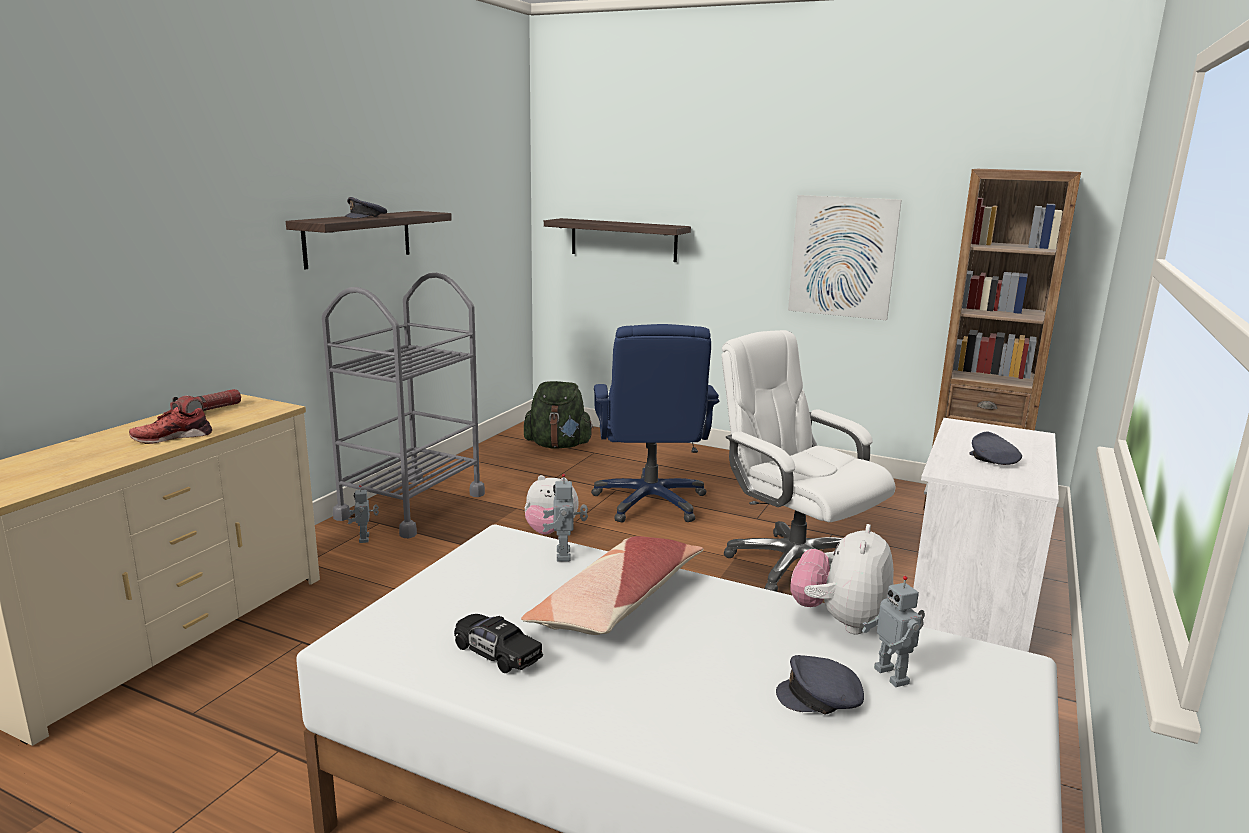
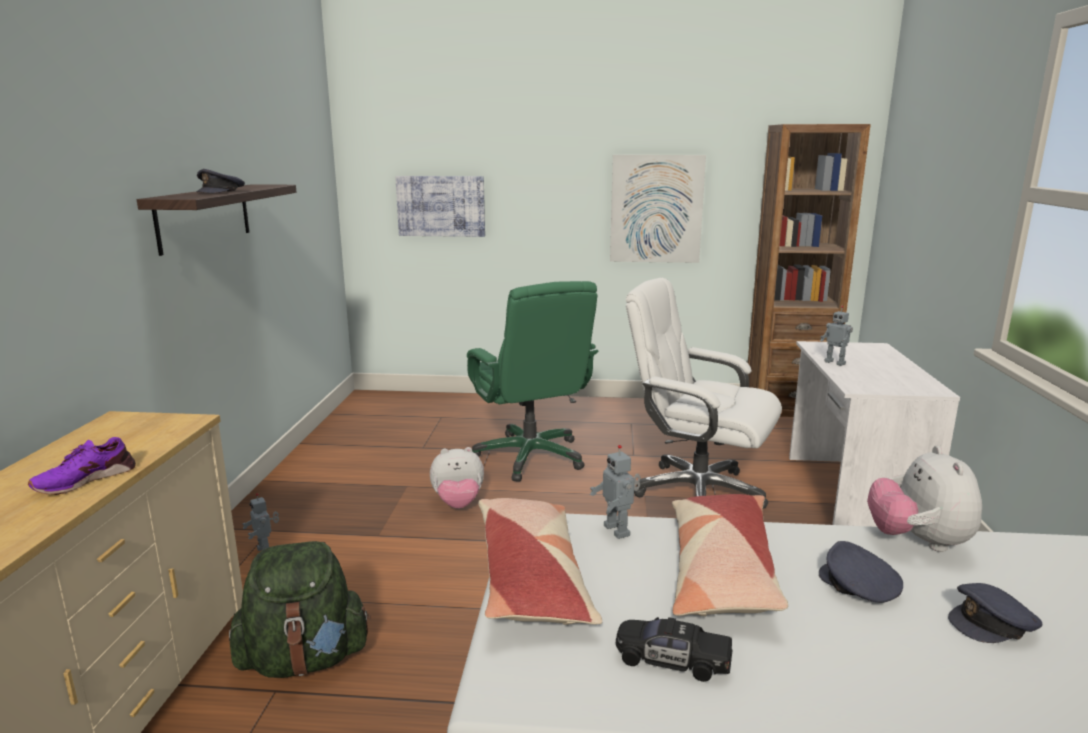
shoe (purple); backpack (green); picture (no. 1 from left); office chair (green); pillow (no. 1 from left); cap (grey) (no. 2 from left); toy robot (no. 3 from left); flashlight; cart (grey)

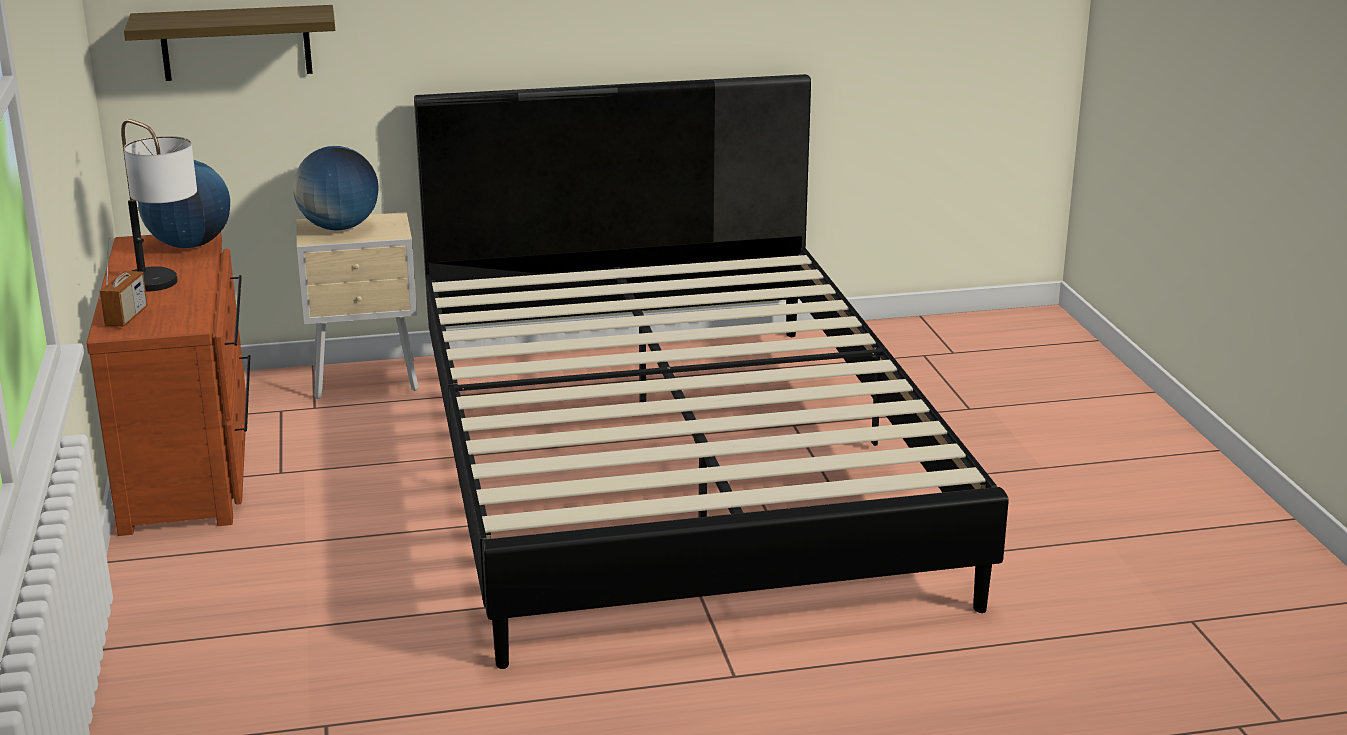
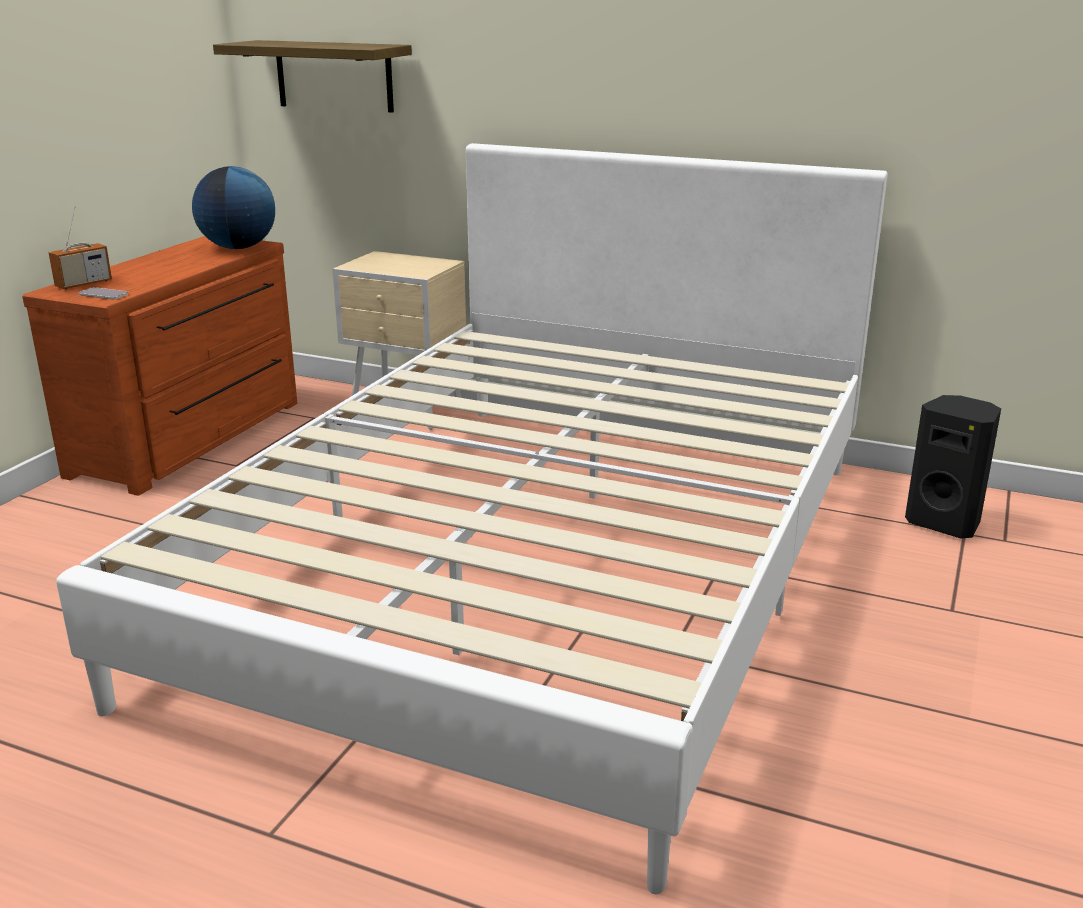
bed (white); phone; speaker (black); table lamp; globe (no. 2 from left in the first image)

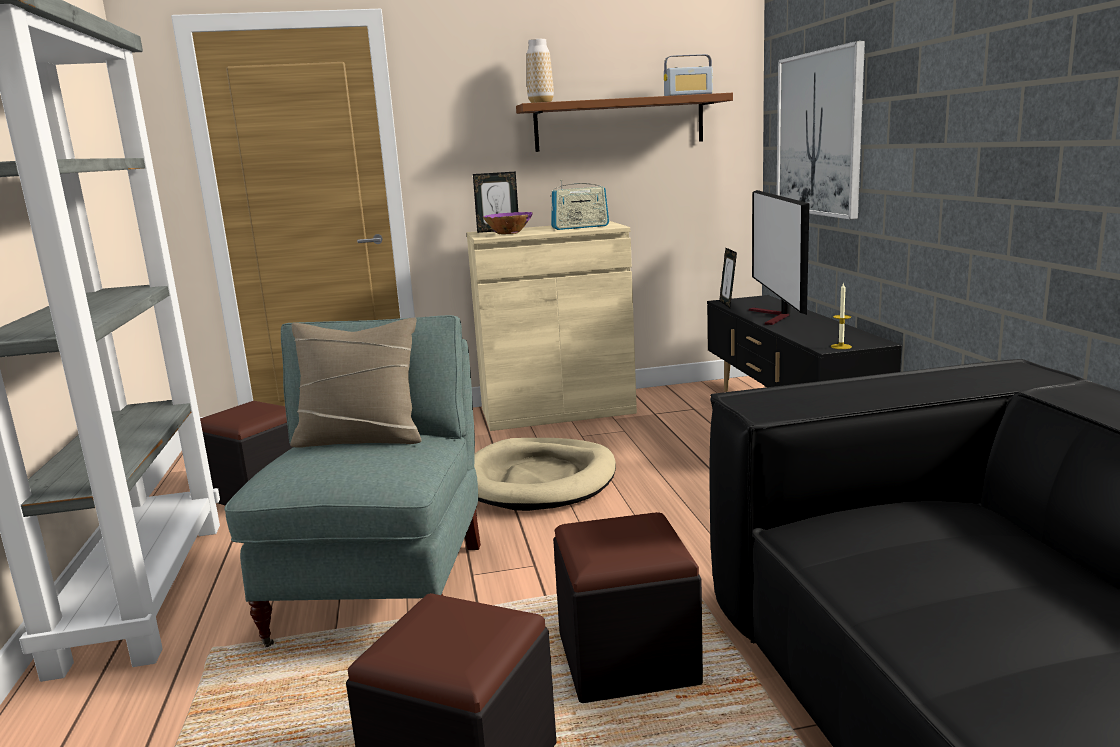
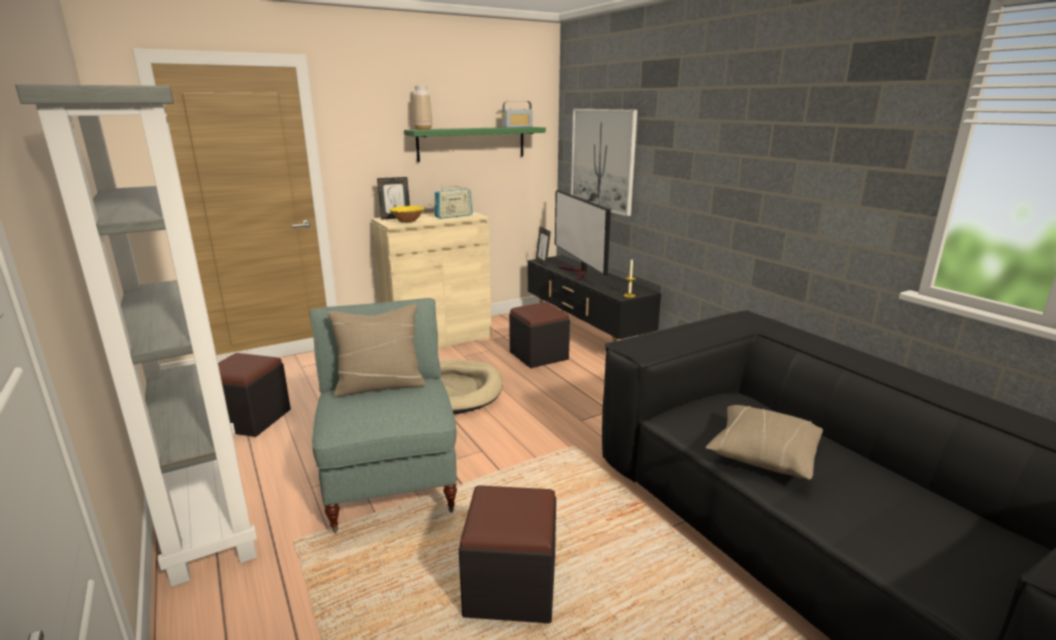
bowl (yellow); shelf (green); ottoman (black) (no. 3 from left); pillow (beige) (no. 2 from left)

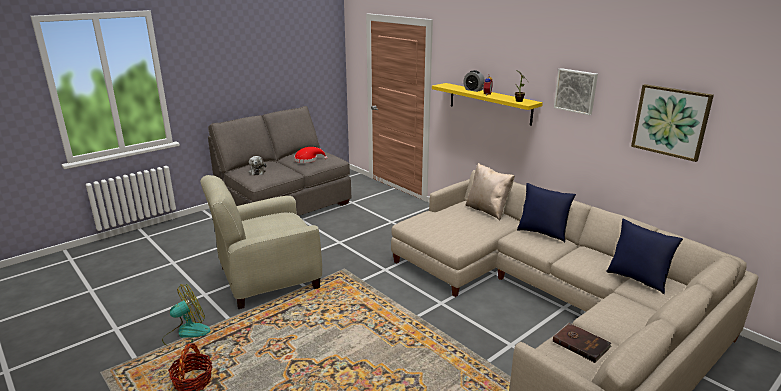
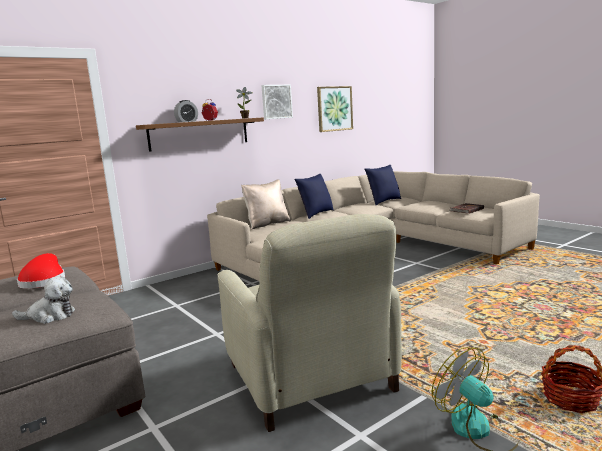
shelf (brown)

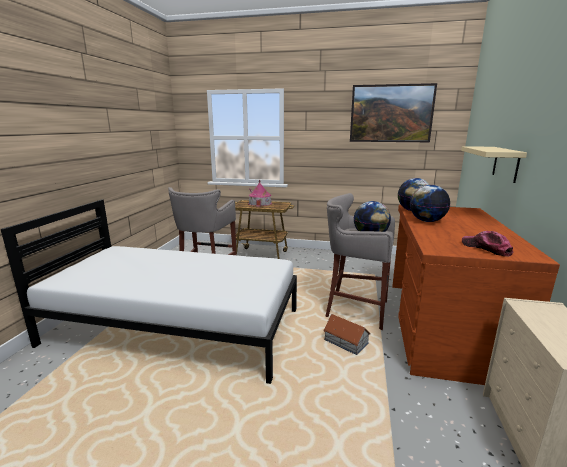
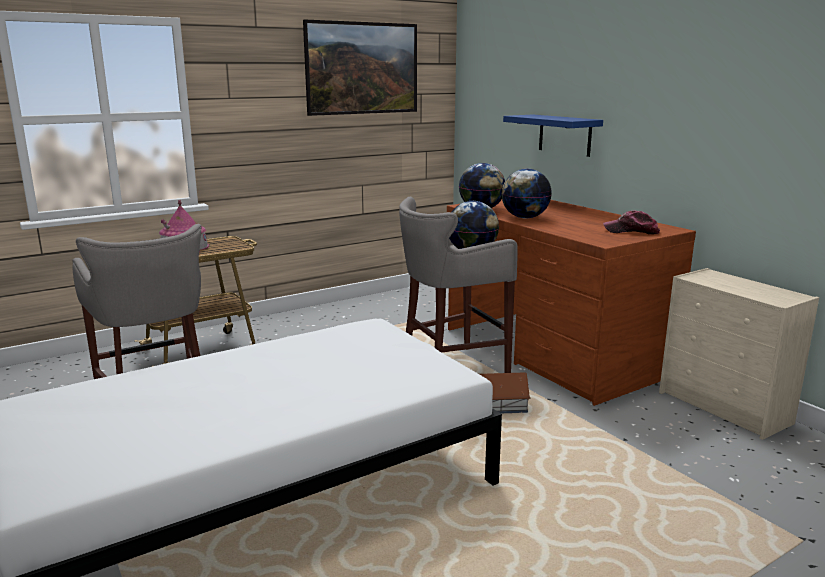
shelf (blue)

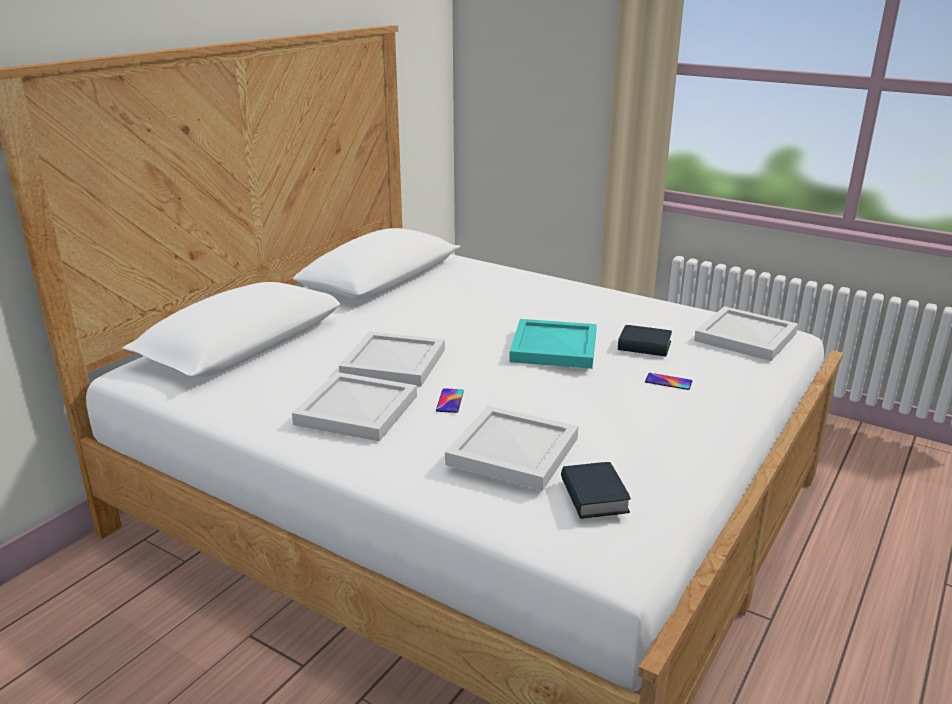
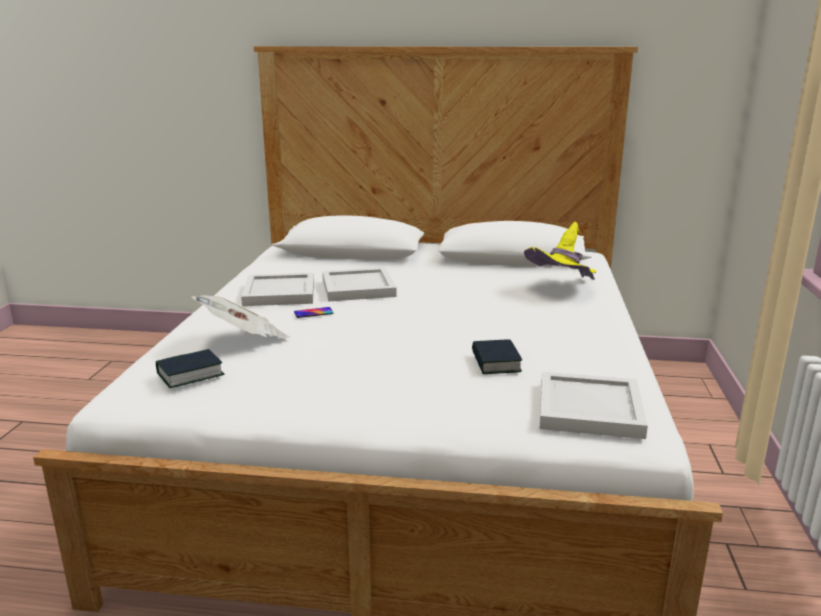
newspaper; hat (yellow); tray (turquoise); phone (no. 2 from left in the first image)

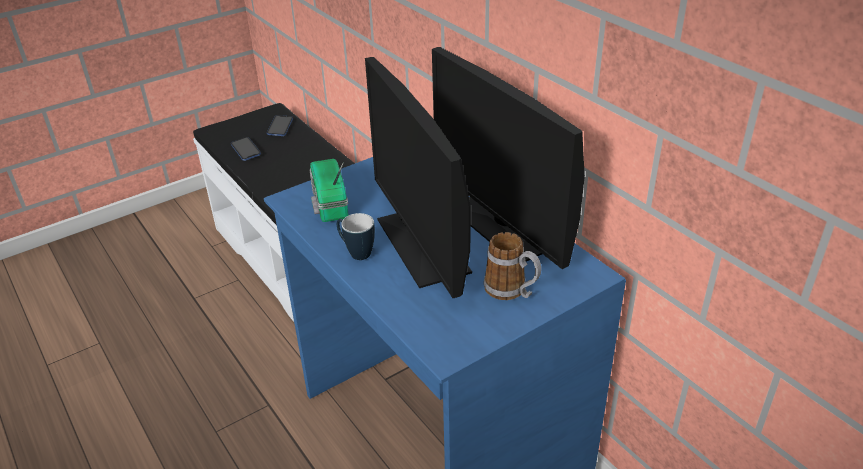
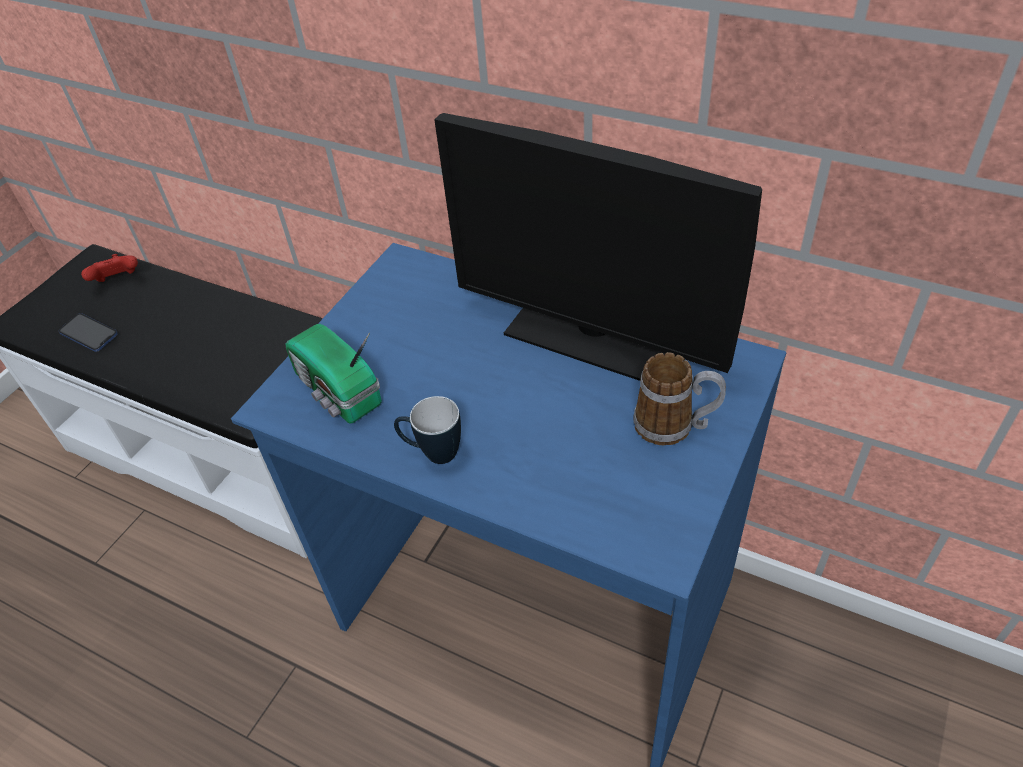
game controller (red); monitor (no. 1 from left in the first image)

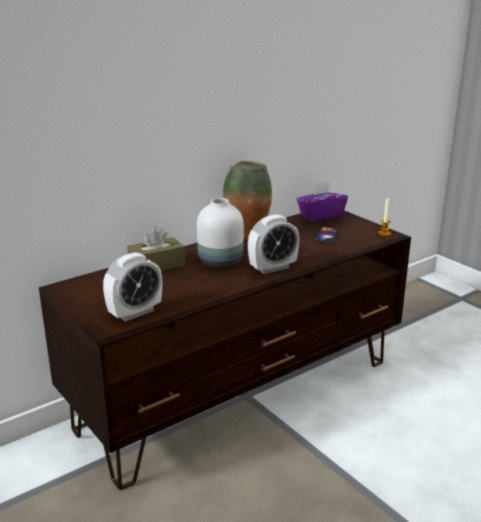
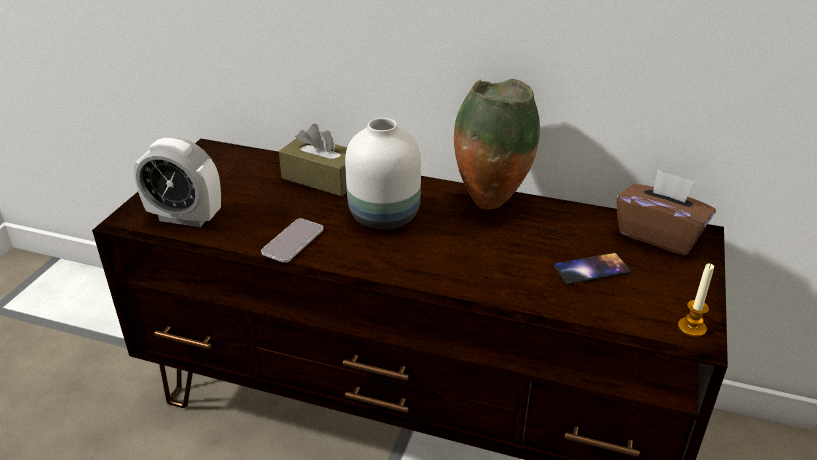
phone (no. 1 from left); tissue box (brown) (no. 2 from left); alarm clock (no. 2 from left in the first image)

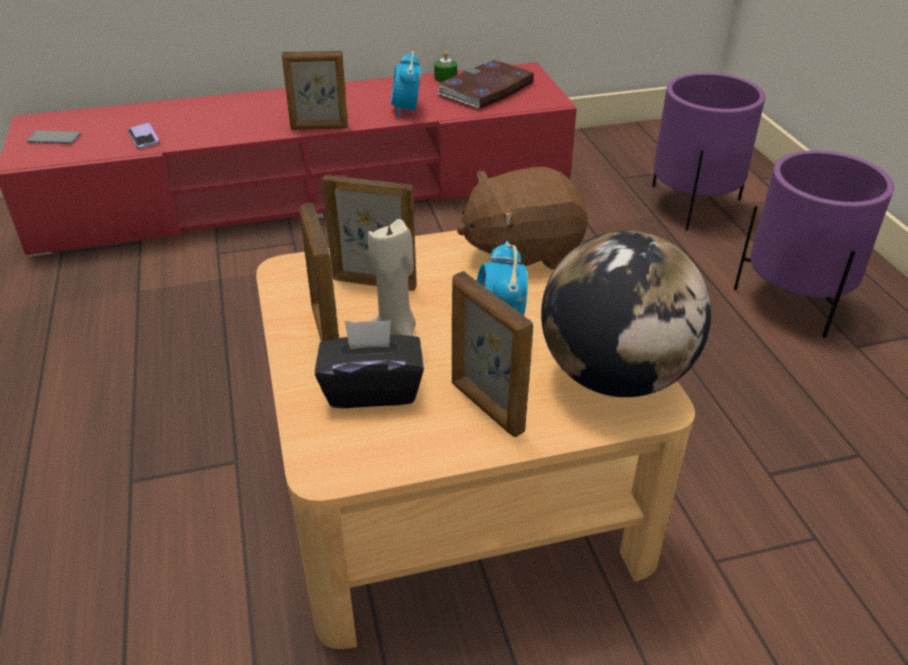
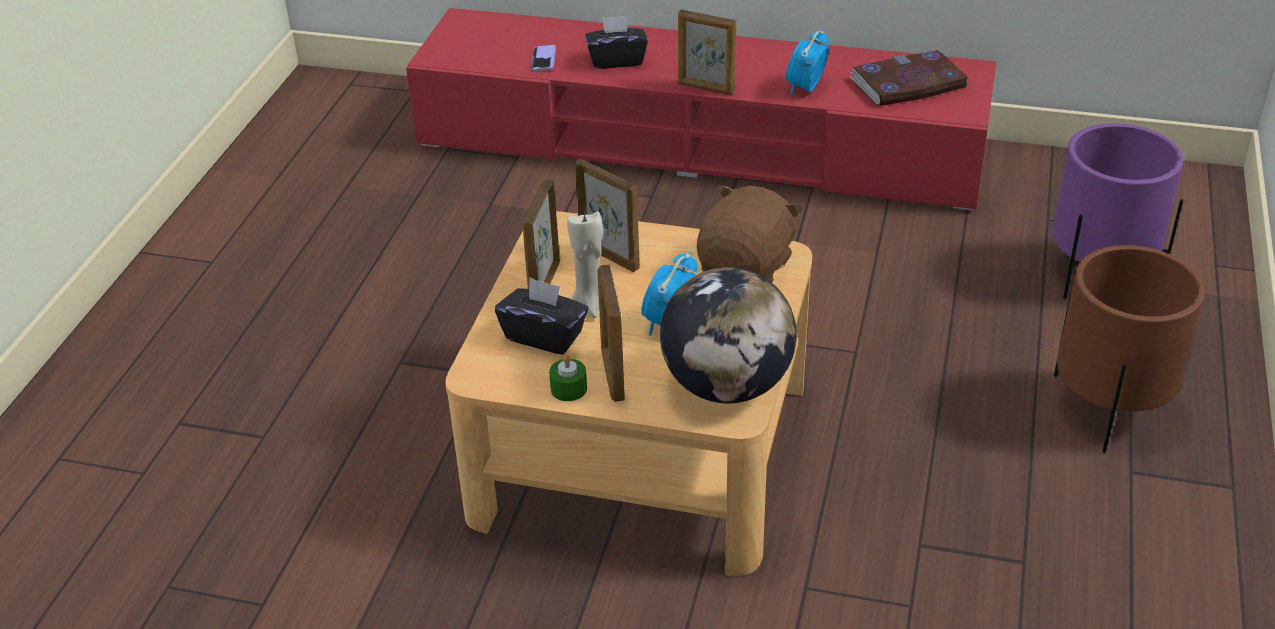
candle (green); tissue box (black) (no. 2 from left); plush toy (brown); planter (brown); phone (no. 1 from left in the first image)

